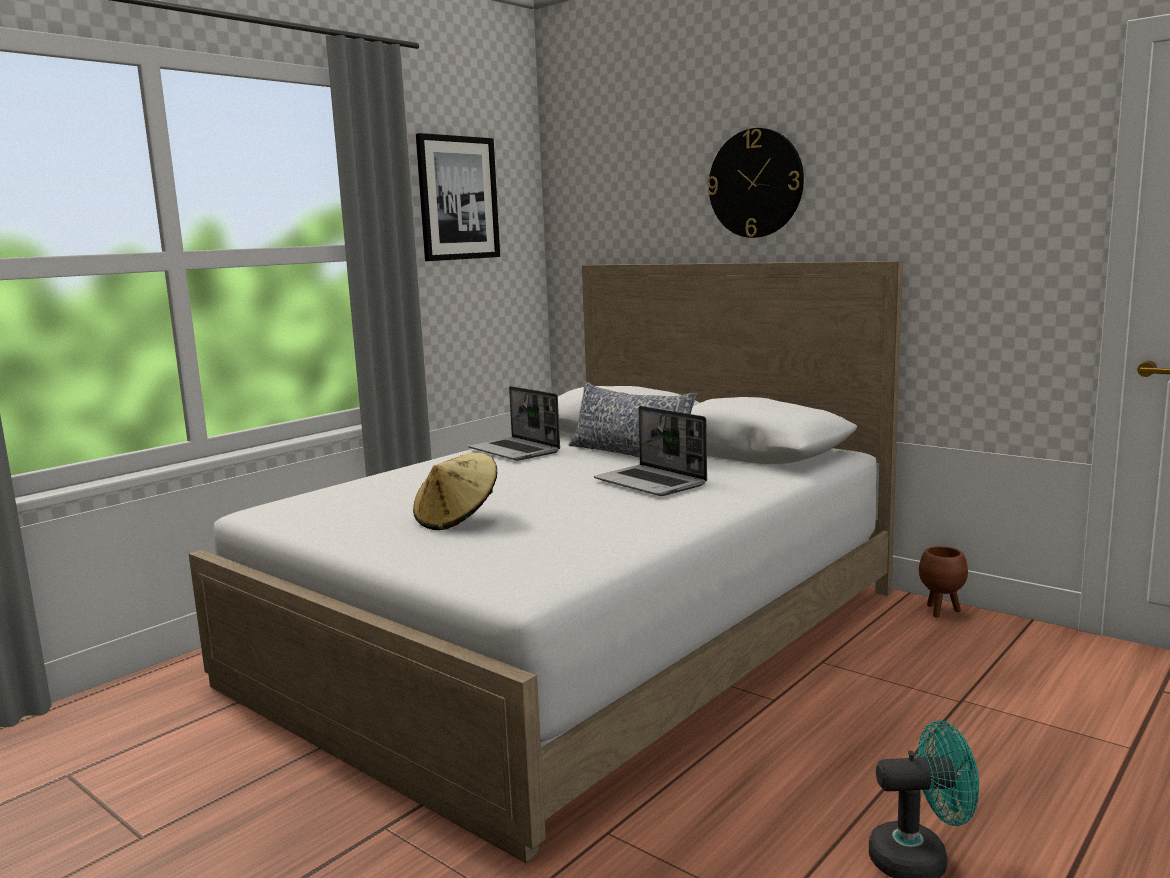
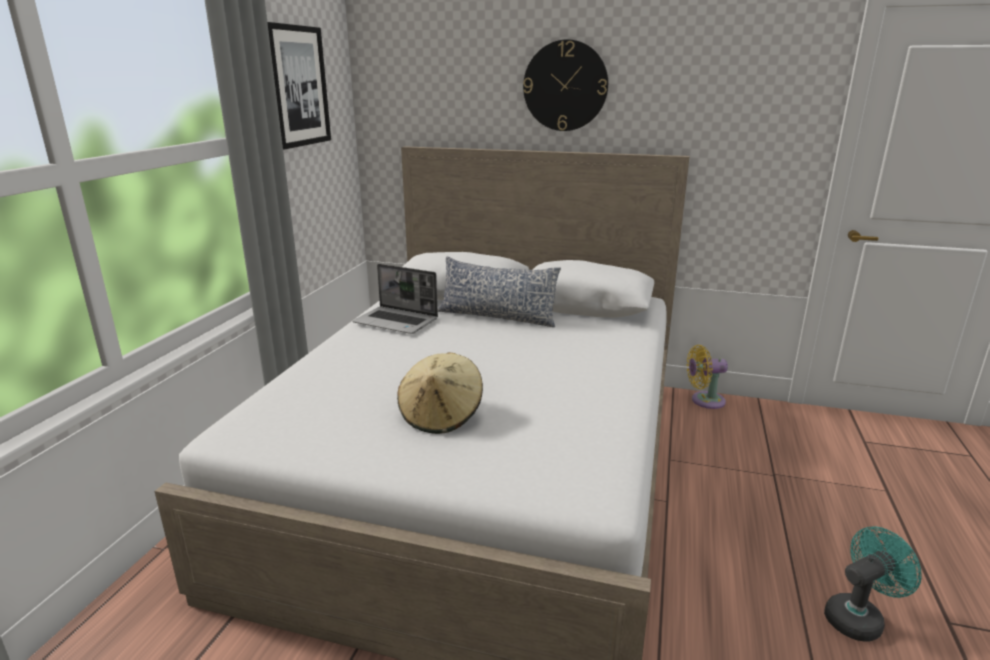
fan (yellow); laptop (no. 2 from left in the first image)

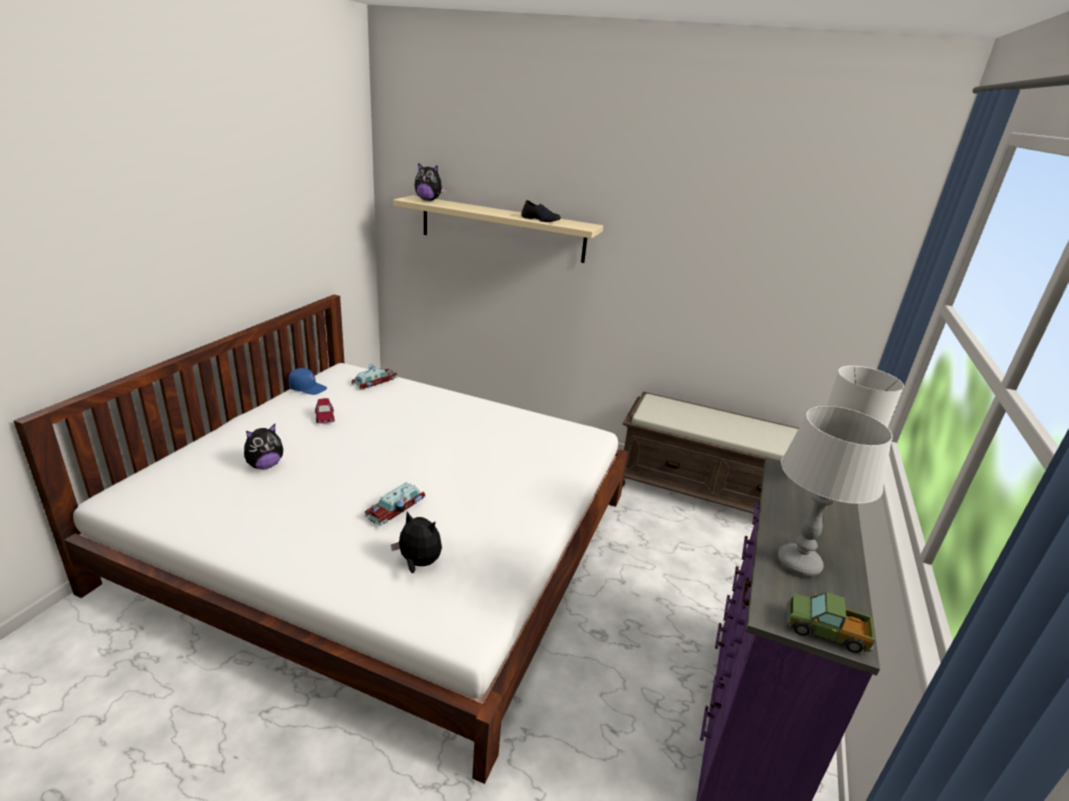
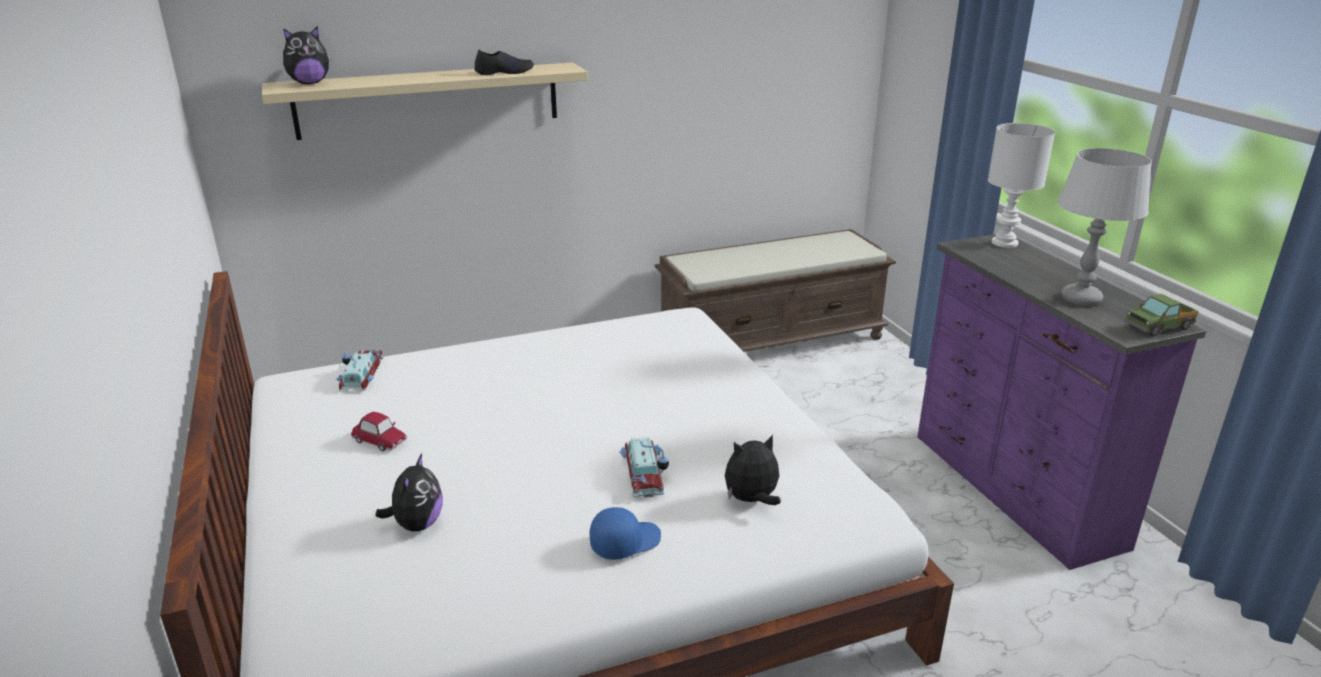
cap (blue)

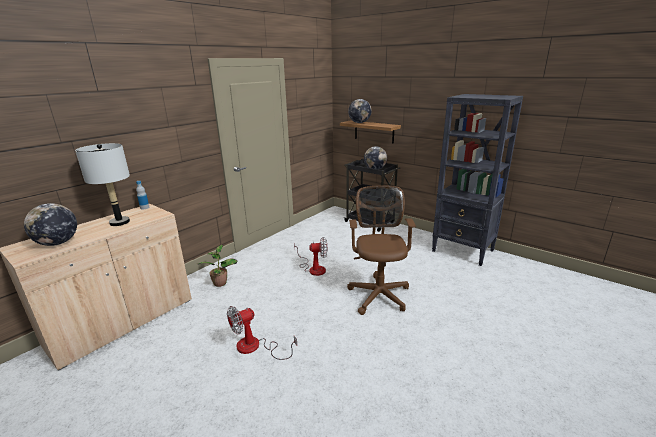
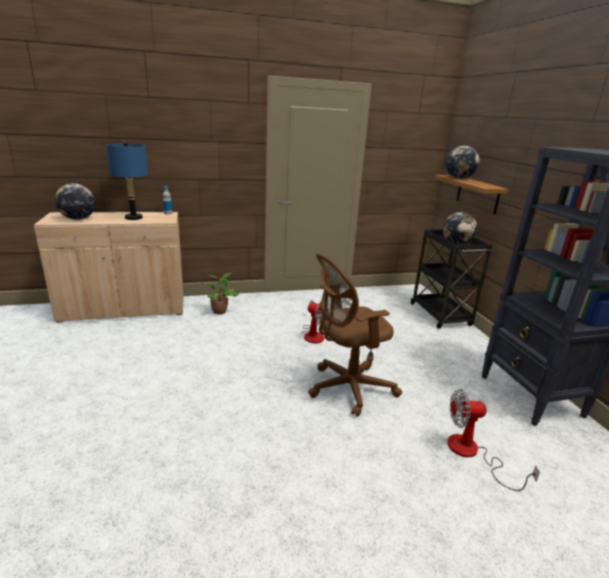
table lamp (blue); office chair (brown); fan (no. 2 from left)

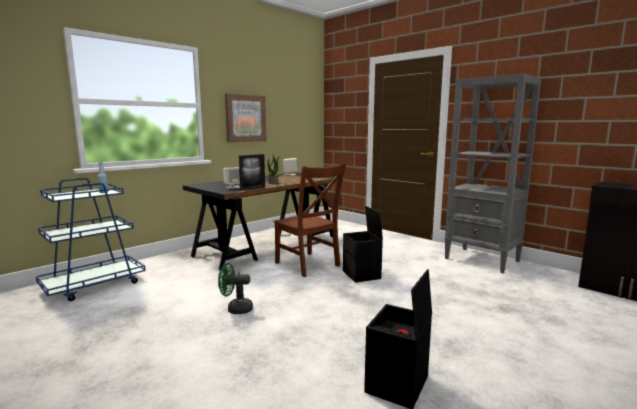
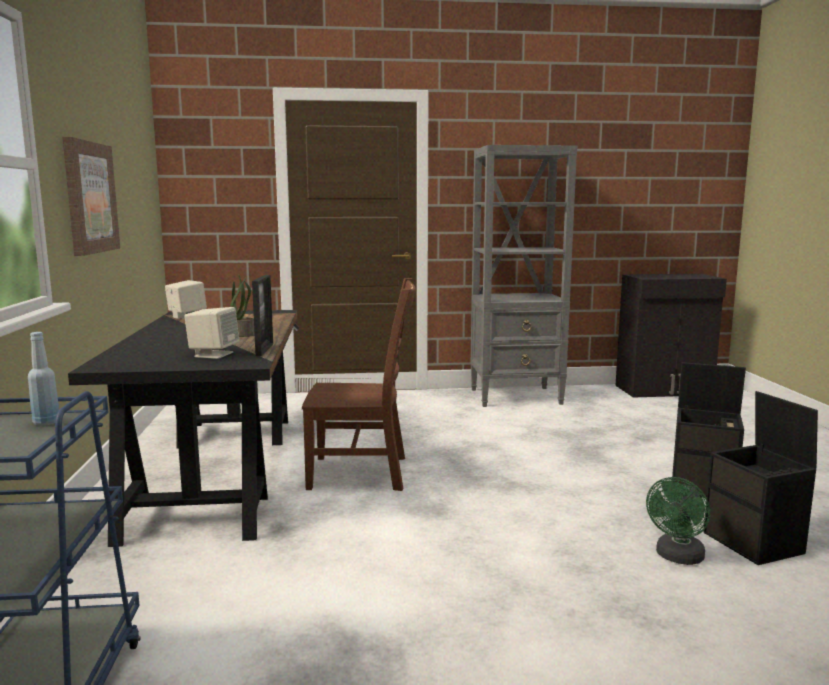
fan (green); storage box (black) (no. 1 from left)

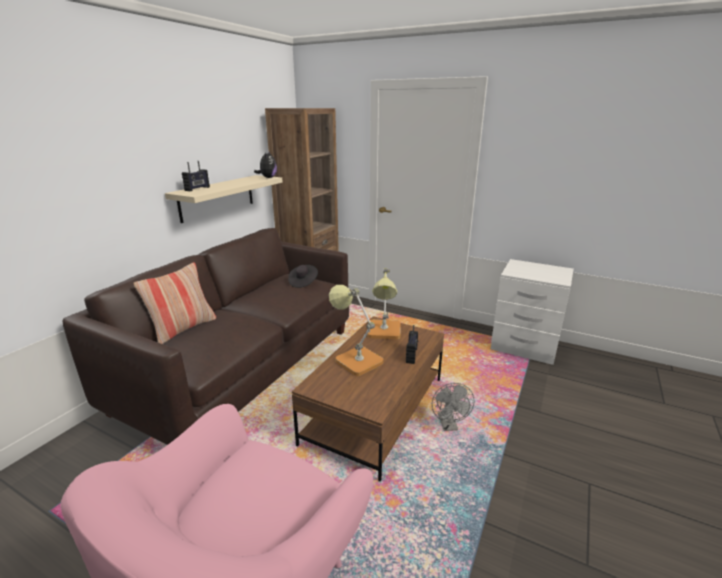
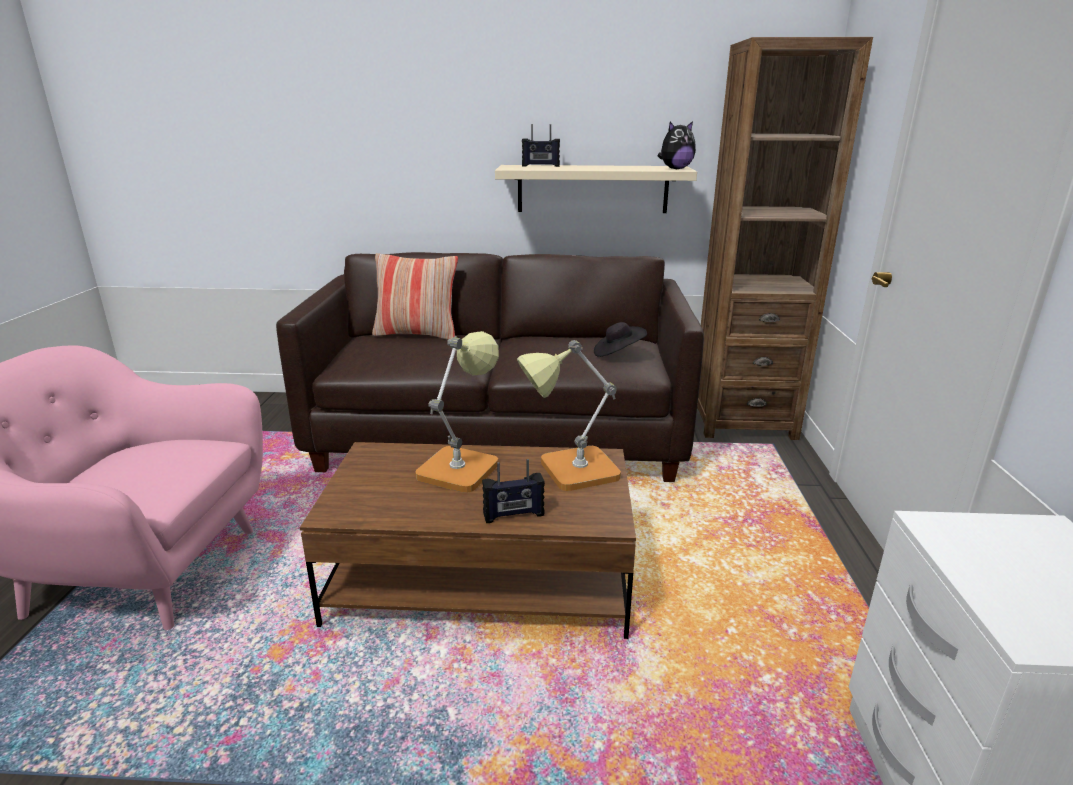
fan (grey)

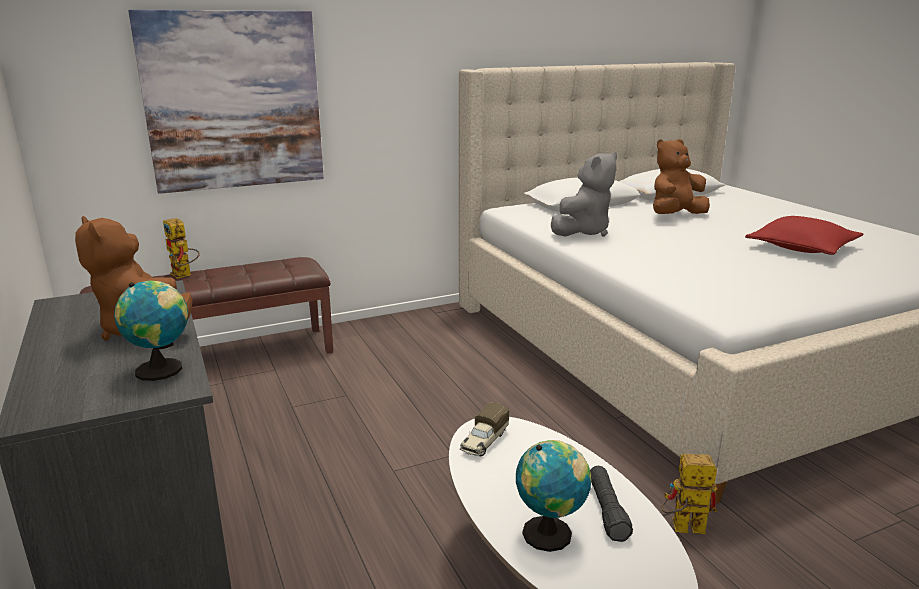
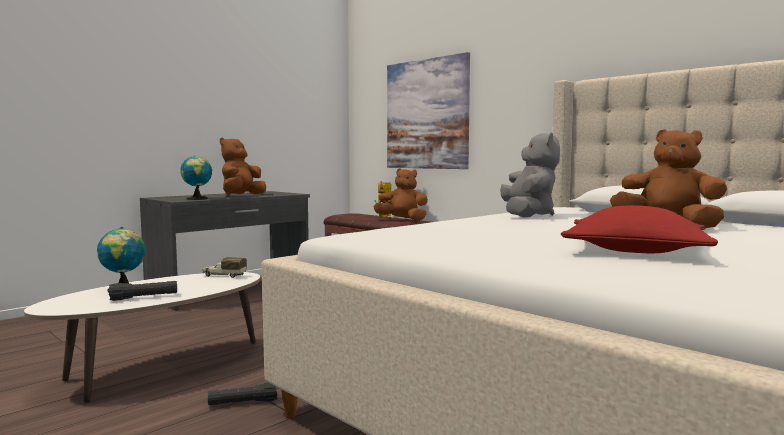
flashlight (black) (no. 2 from left); plush toy (brown) (no. 2 from left); plush toy (grey)

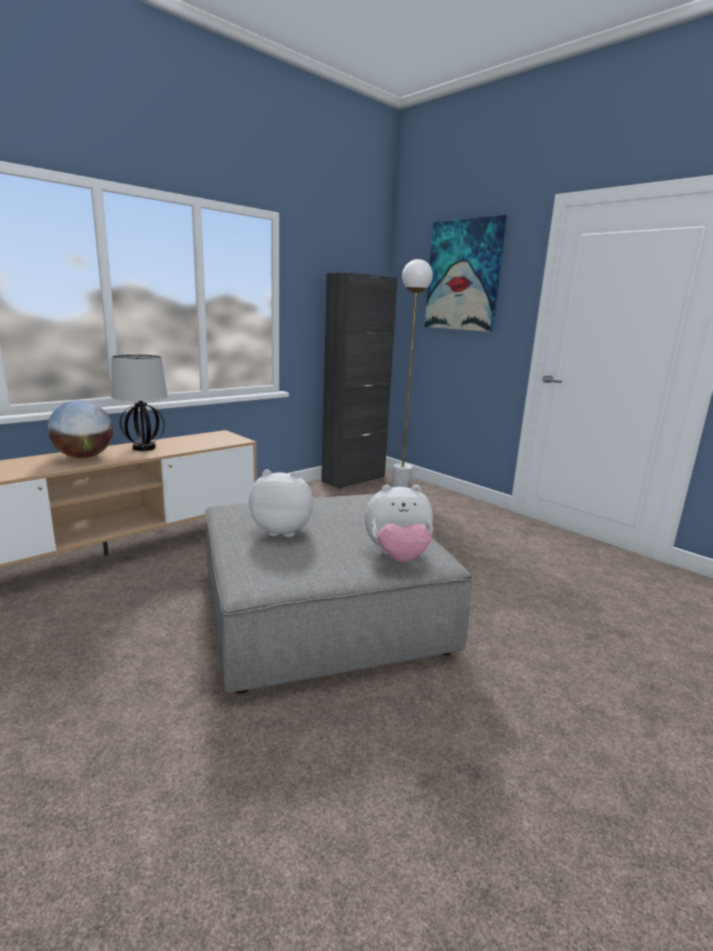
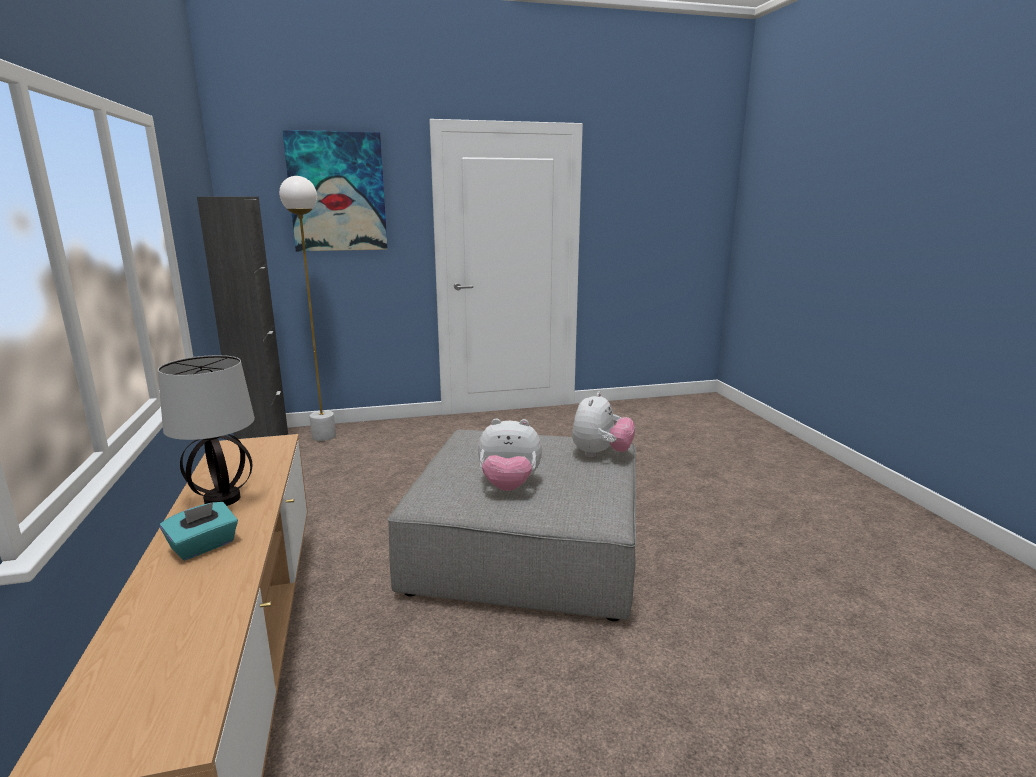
tissue box (turquoise); plush toy (no. 1 from left)

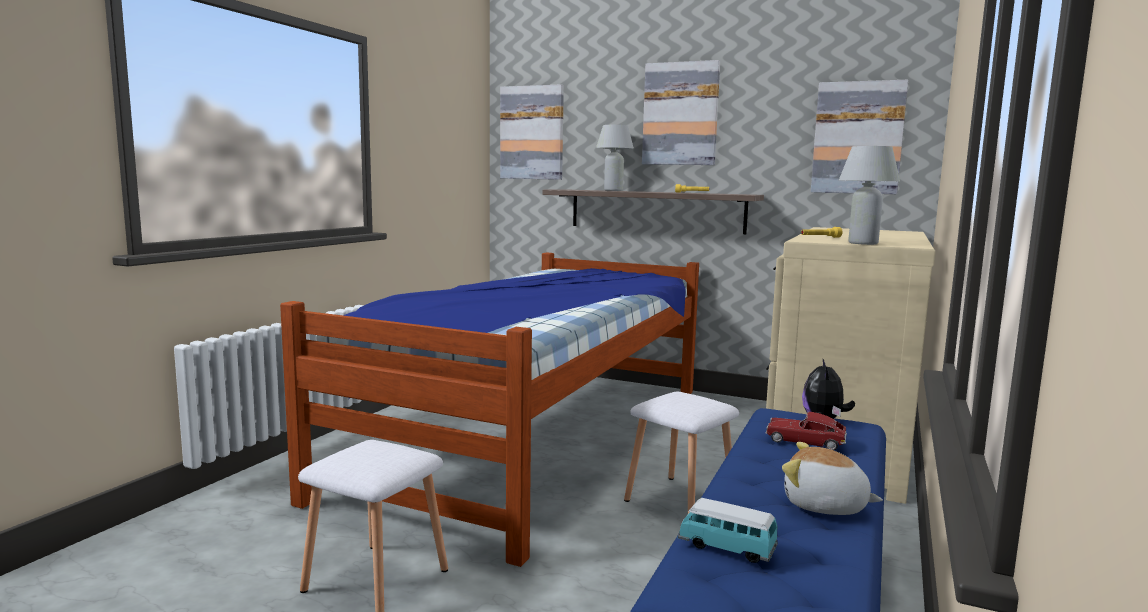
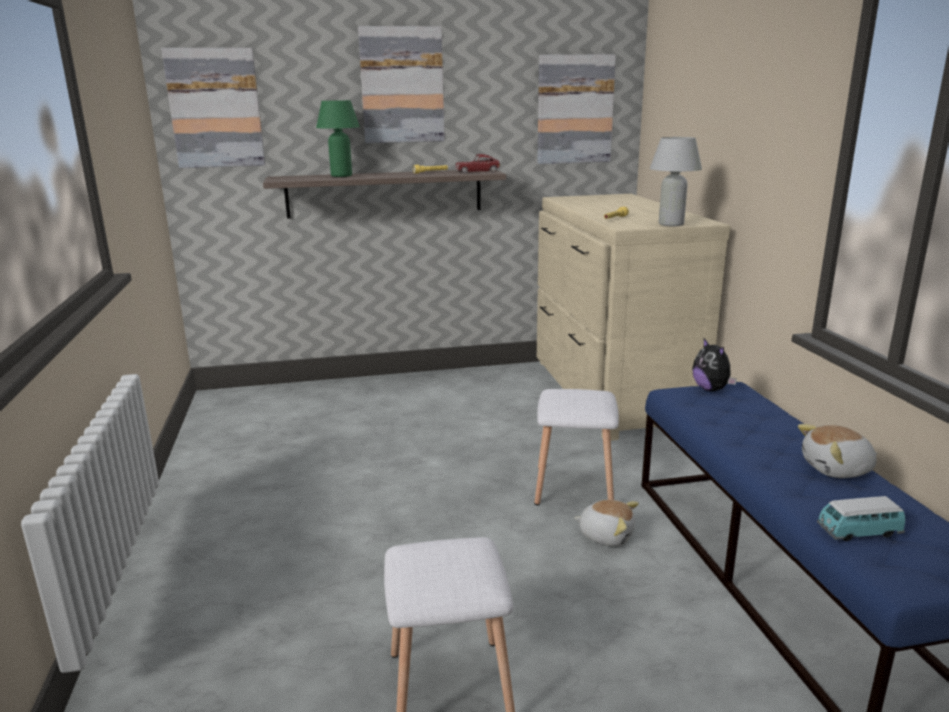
table lamp (green); toy car (no. 1 from left); plush toy (no. 1 from left); bed

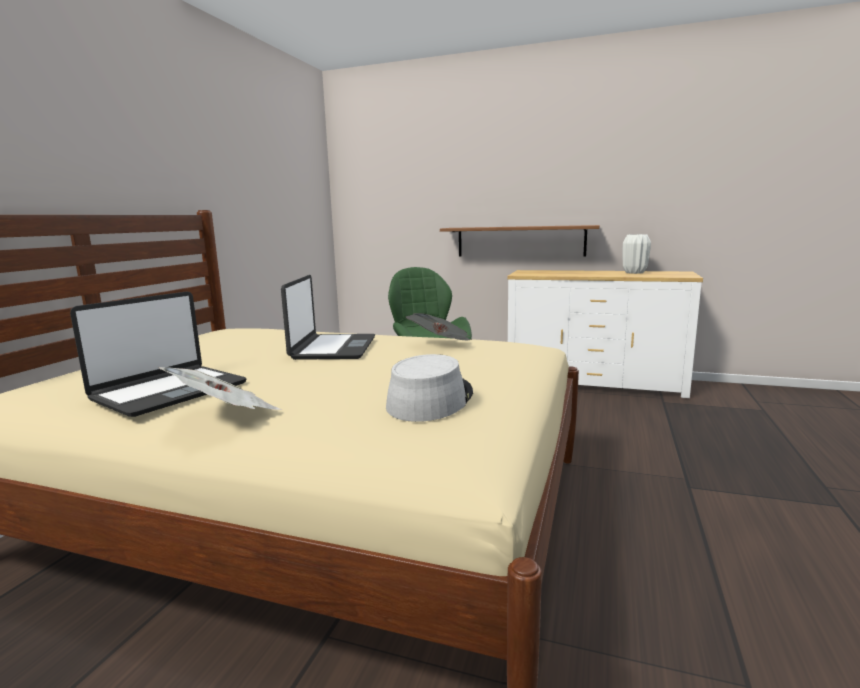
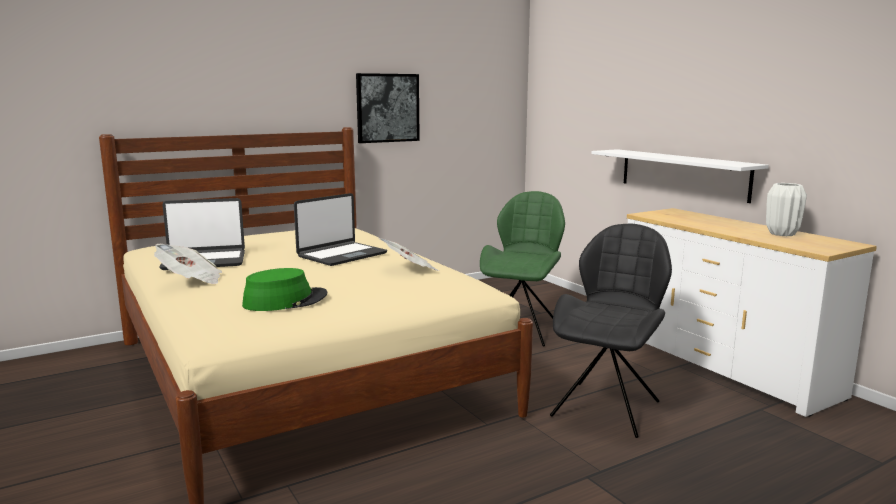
hat (green); picture; chair (black); shelf (white)

